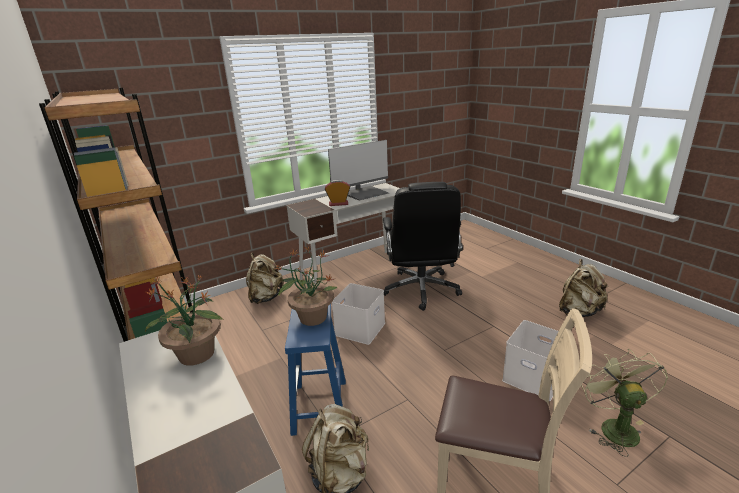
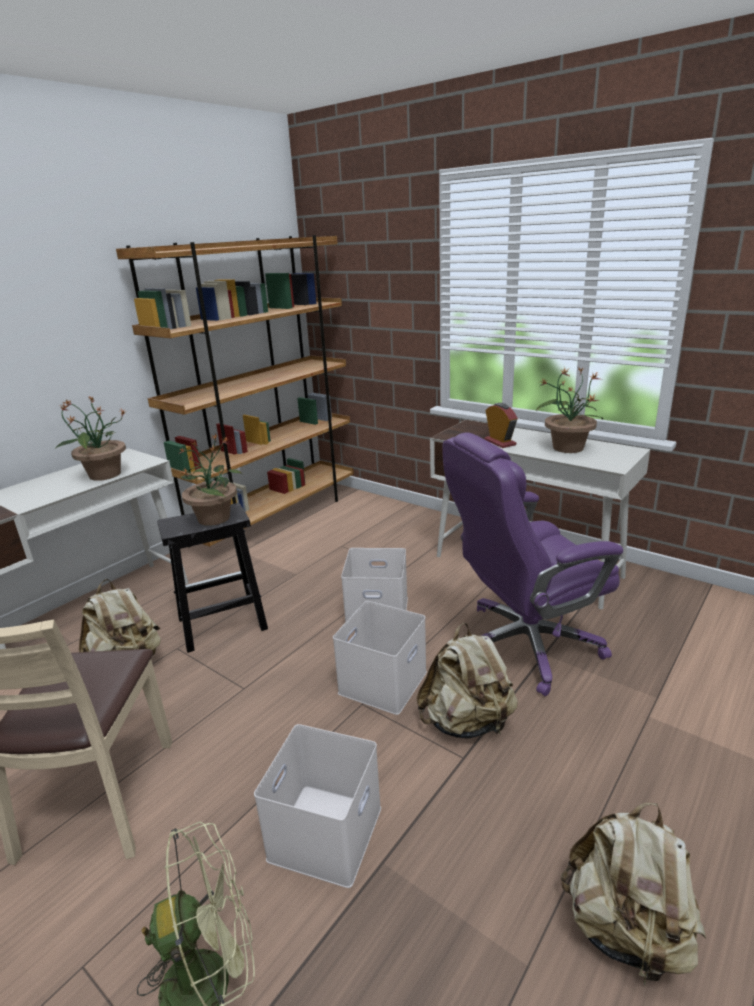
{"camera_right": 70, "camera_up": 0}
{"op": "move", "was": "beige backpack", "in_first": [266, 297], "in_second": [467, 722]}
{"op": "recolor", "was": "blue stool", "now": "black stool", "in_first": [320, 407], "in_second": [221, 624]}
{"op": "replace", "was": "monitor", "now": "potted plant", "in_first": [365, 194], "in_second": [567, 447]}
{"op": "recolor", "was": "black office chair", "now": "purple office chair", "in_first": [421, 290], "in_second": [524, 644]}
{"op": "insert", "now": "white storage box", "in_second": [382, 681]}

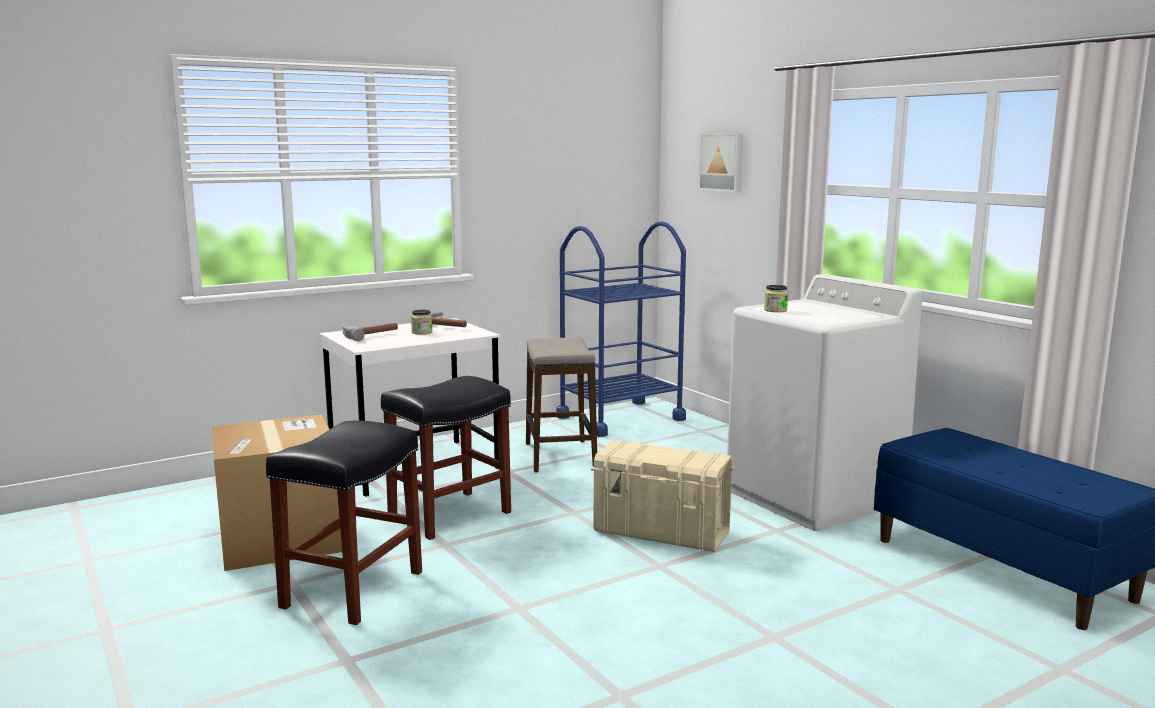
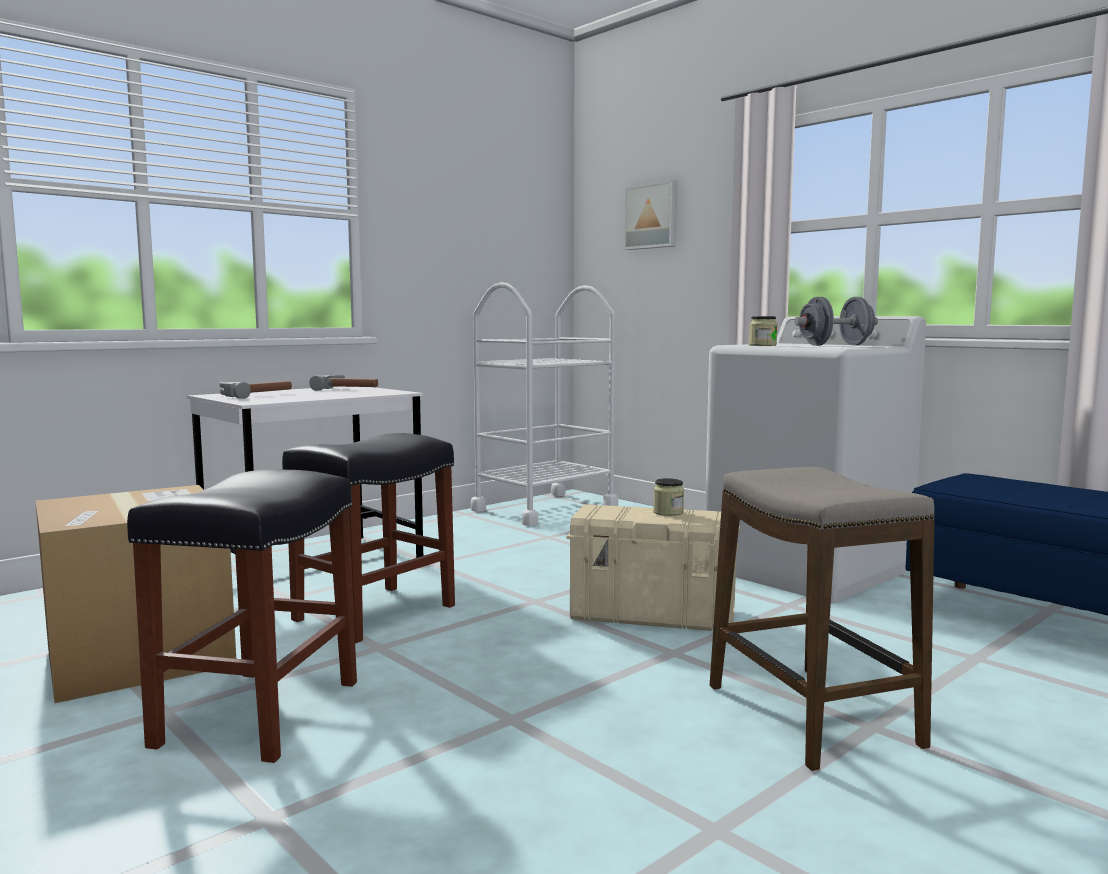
{"camera_right": -10, "camera_up": -5}
{"op": "move", "was": "jar", "in_first": [422, 332], "in_second": [668, 512]}
{"op": "move", "was": "stool", "in_first": [559, 456], "in_second": [810, 716]}
{"op": "recolor", "was": "blue cart", "now": "white cart", "in_first": [620, 418], "in_second": [544, 508]}
{"op": "insert", "now": "grey dumbbell", "in_second": [835, 345]}

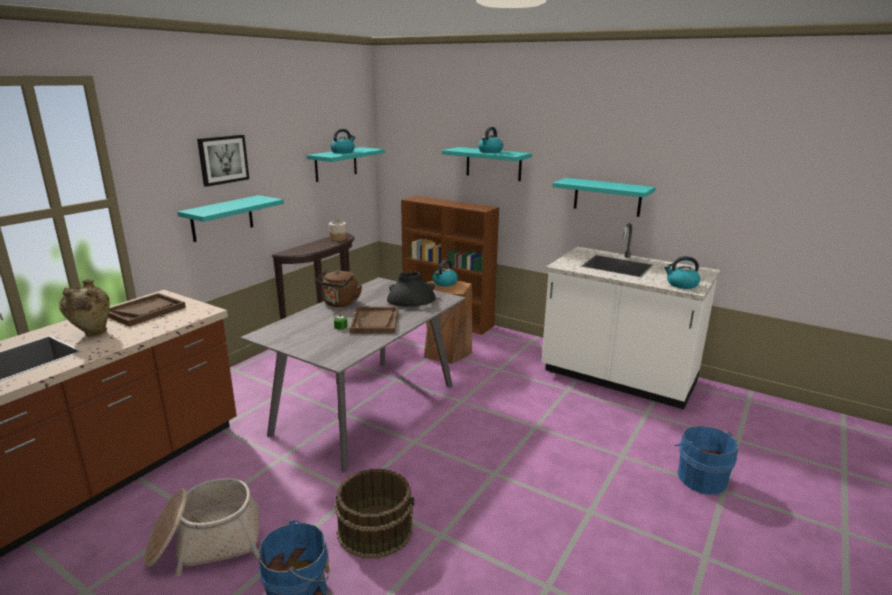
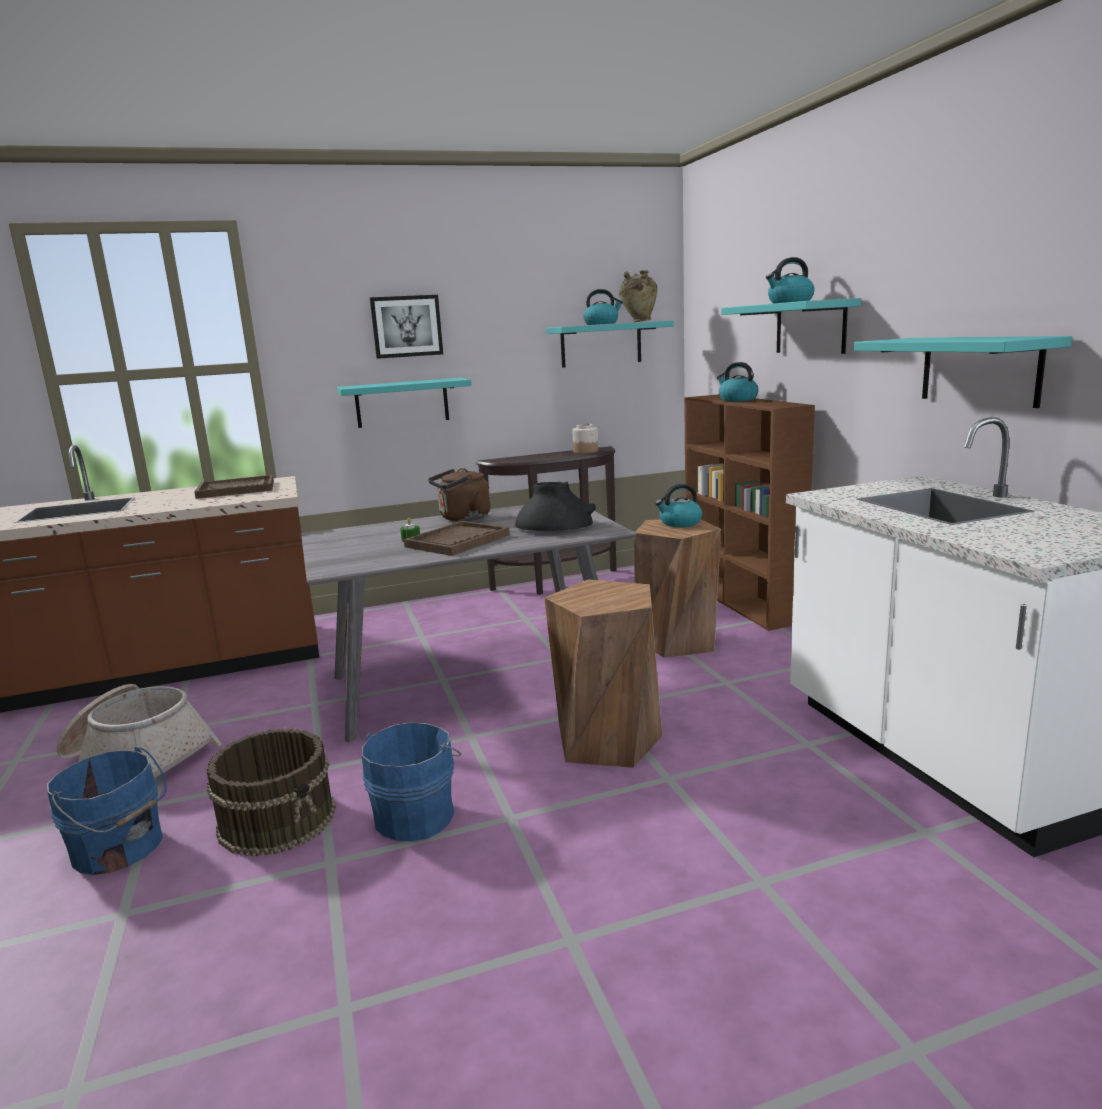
{"camera_right": 40, "camera_up": -5}
{"op": "move", "was": "beige vase", "in_first": [92, 334], "in_second": [639, 322]}
{"op": "move", "was": "kettle", "in_first": [681, 284], "in_second": [737, 399]}
{"op": "move", "was": "blue bucket", "in_first": [700, 478], "in_second": [417, 814]}
{"op": "insert", "now": "brown stool", "in_second": [607, 740]}

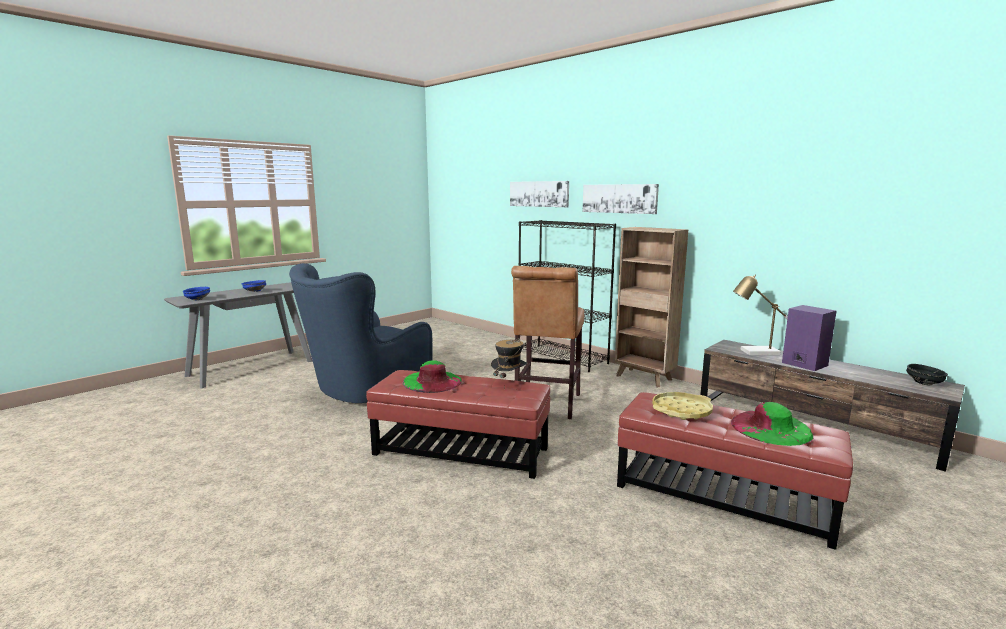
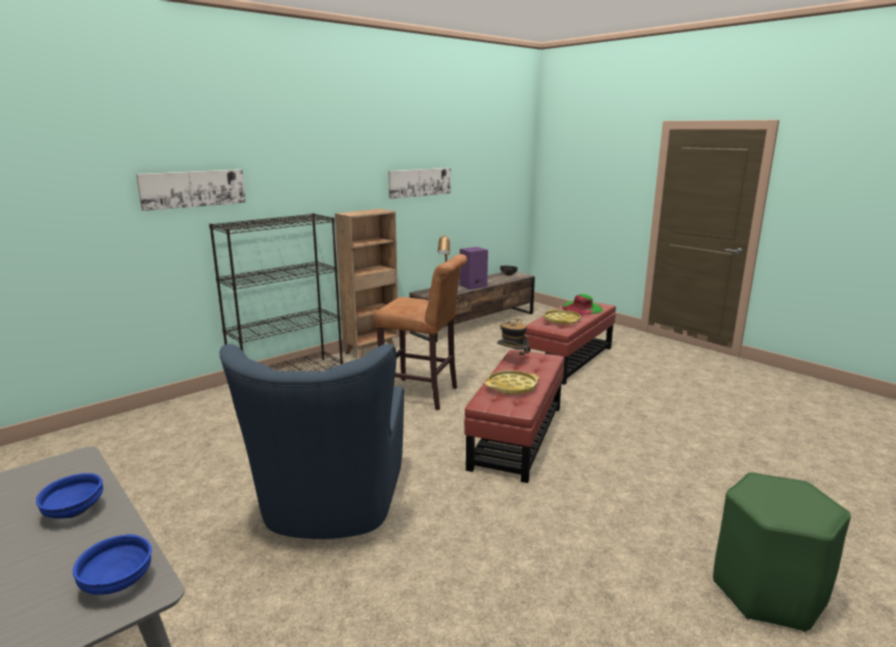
{"camera_right": -85, "camera_up": 5}
{"op": "rotate", "was": "blue armchair", "in_first": [364, 389], "in_second": [330, 507], "clockwise": 45}
{"op": "replace", "was": "green hat", "now": "yellow tray", "in_first": [432, 381], "in_second": [512, 387]}
{"op": "move", "was": "picture", "in_first": [619, 198], "in_second": [419, 182]}
{"op": "insert", "now": "green stool", "in_second": [768, 593]}

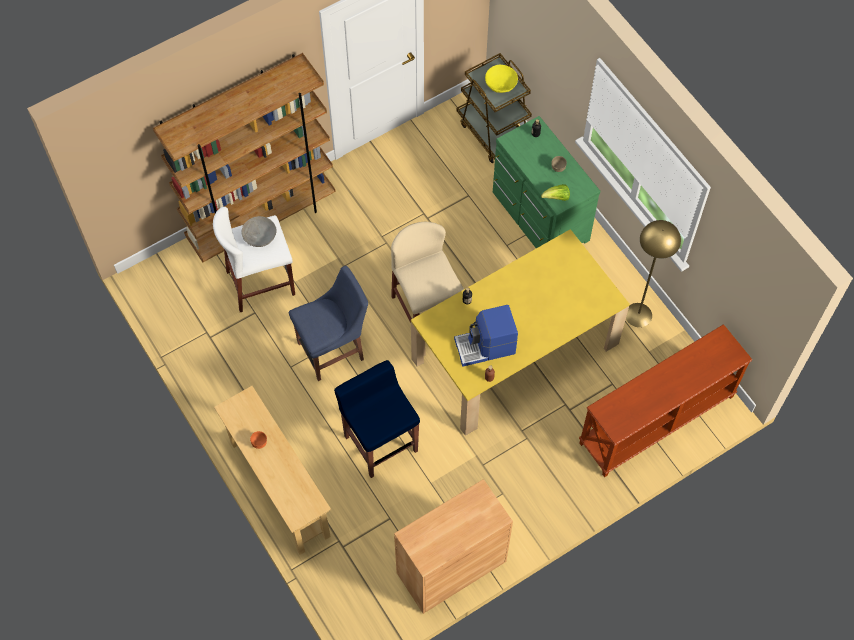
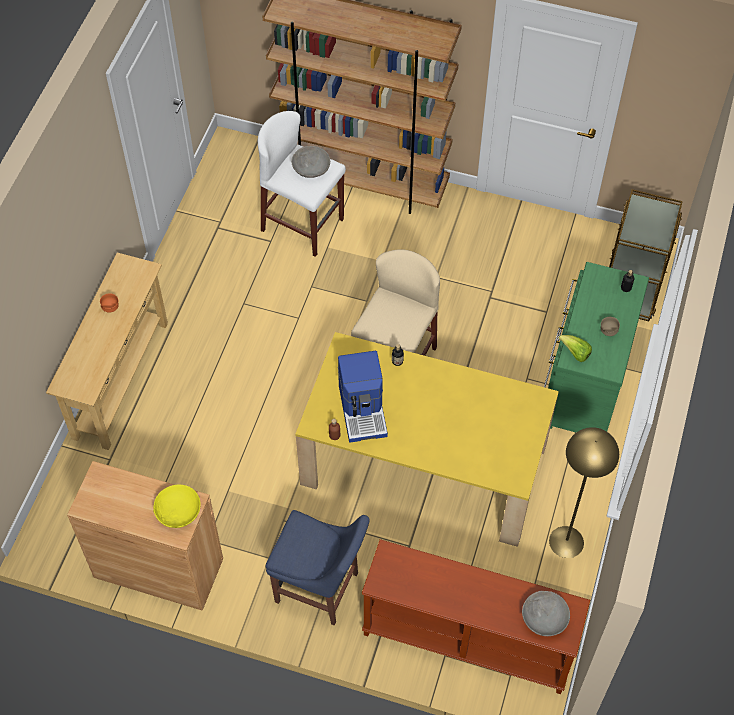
{"camera_right": 50, "camera_up": -5}
{"op": "move", "was": "blue chair", "in_first": [334, 350], "in_second": [320, 589]}
{"op": "delete", "was": "blue stool", "in_first": [380, 442]}
{"op": "rotate", "was": "coffee machine", "in_first": [485, 347], "in_second": [363, 410], "clockwise": -135}
{"op": "move", "was": "yellow bowl", "in_first": [501, 84], "in_second": [178, 512]}
{"op": "insert", "now": "grey bowl", "in_second": [544, 618]}

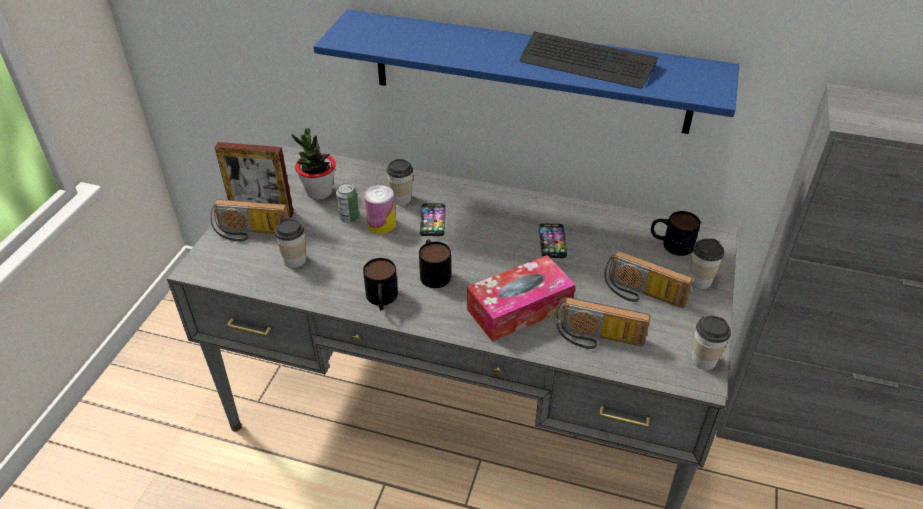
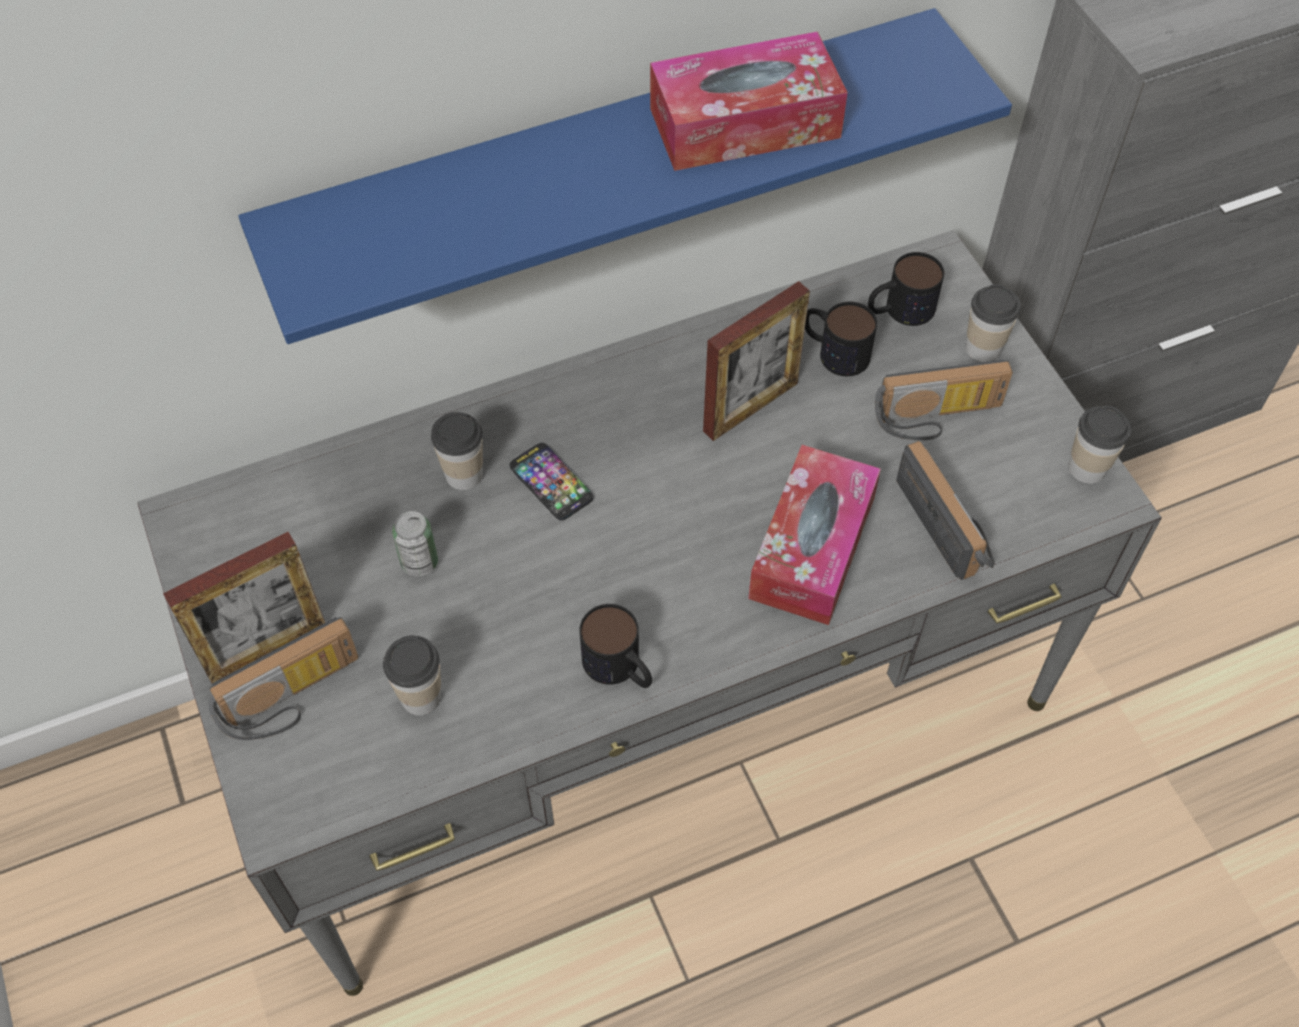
{"camera_right": -40, "camera_up": 15}
{"op": "delete", "was": "potted plant", "in_first": [319, 192]}
{"op": "delete", "was": "can", "in_first": [381, 224]}
{"op": "move", "was": "mug", "in_first": [433, 272], "in_second": [834, 351]}
{"op": "replace", "was": "keyboard", "now": "tissue box", "in_first": [587, 63], "in_second": [744, 123]}
{"op": "replace", "was": "phone", "now": "picture frame", "in_first": [552, 241], "in_second": [750, 407]}
{"op": "rotate", "was": "radio", "in_first": [598, 339], "in_second": [949, 525], "clockwise": -90}

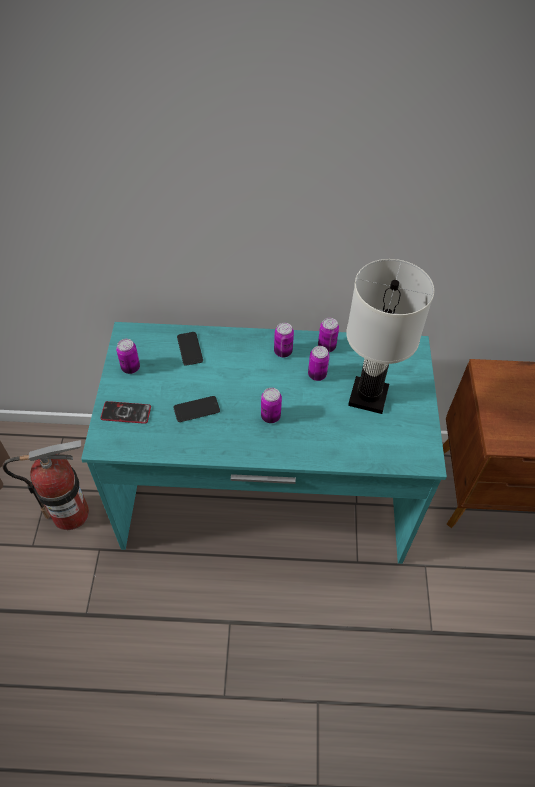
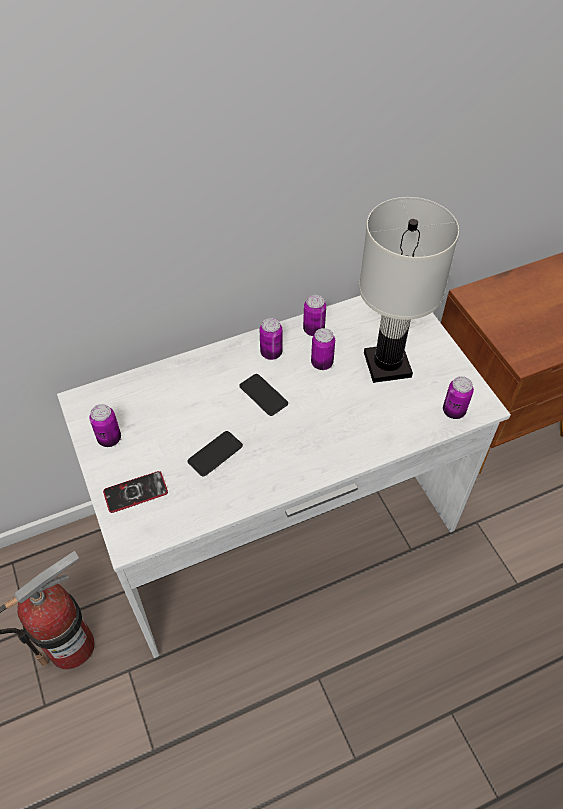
{"camera_right": -25, "camera_up": 0}
{"op": "recolor", "was": "turquoise desk", "now": "white desk", "in_first": [264, 497], "in_second": [281, 527]}
{"op": "move", "was": "phone", "in_first": [190, 349], "in_second": [263, 395]}
{"op": "move", "was": "can", "in_first": [270, 416], "in_second": [453, 411]}

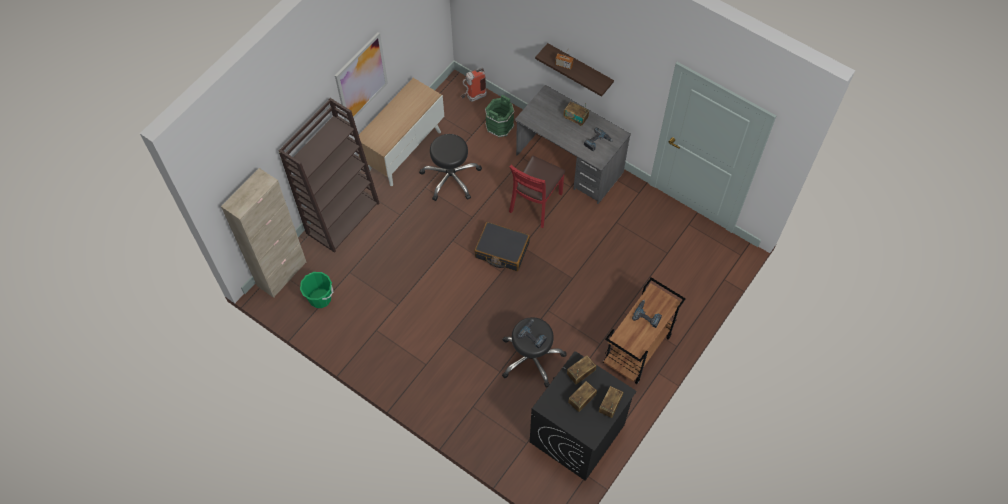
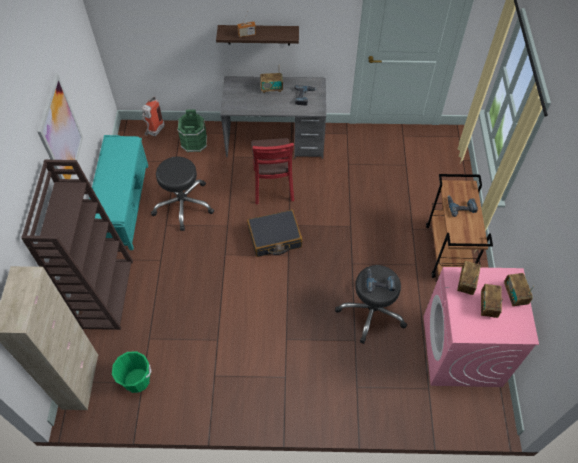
{"camera_right": -35, "camera_up": -5}
{"op": "replace", "was": "cabinet", "now": "turquoise bench", "in_first": [404, 150], "in_second": [123, 205]}
{"op": "recolor", "was": "black washing machine", "now": "pink washing machine", "in_first": [577, 434], "in_second": [462, 351]}

